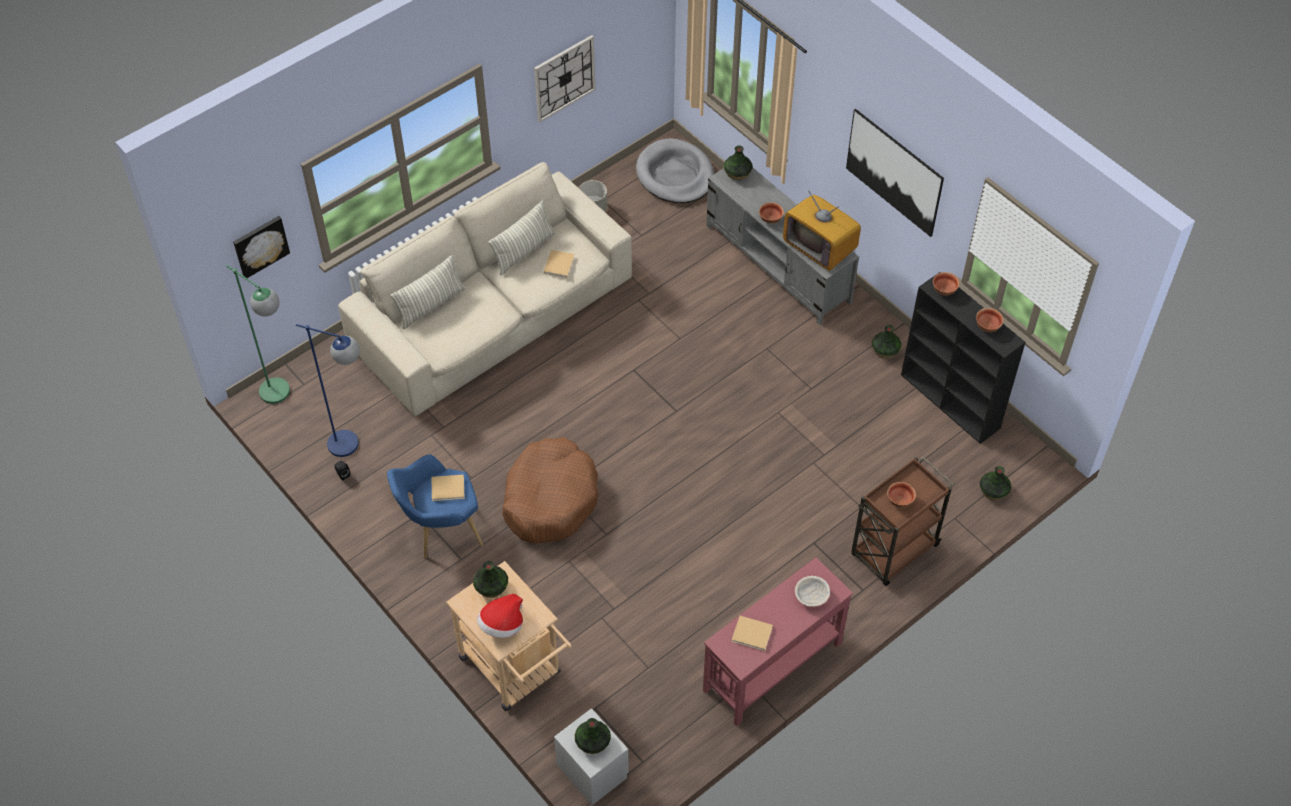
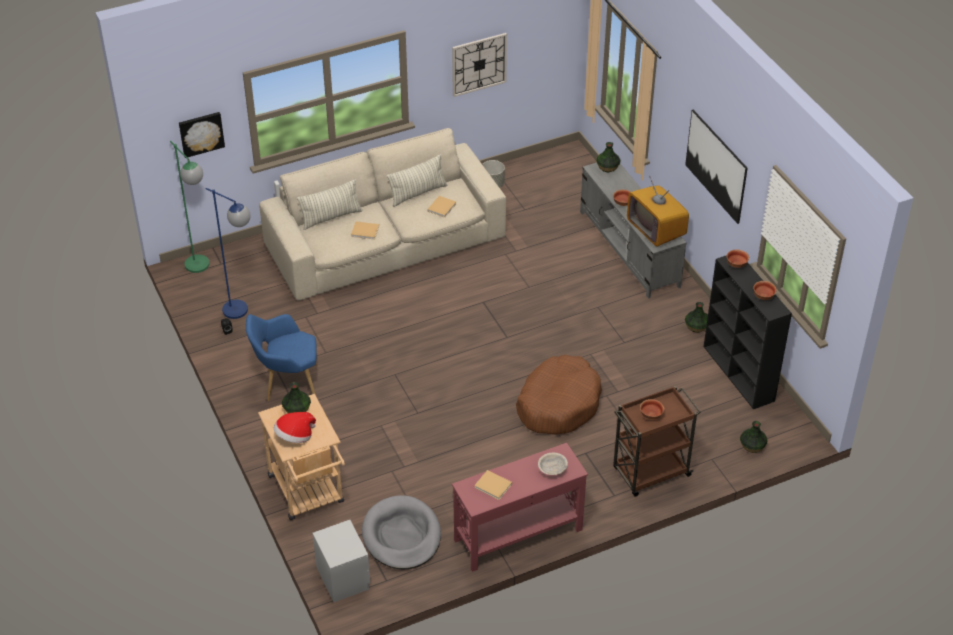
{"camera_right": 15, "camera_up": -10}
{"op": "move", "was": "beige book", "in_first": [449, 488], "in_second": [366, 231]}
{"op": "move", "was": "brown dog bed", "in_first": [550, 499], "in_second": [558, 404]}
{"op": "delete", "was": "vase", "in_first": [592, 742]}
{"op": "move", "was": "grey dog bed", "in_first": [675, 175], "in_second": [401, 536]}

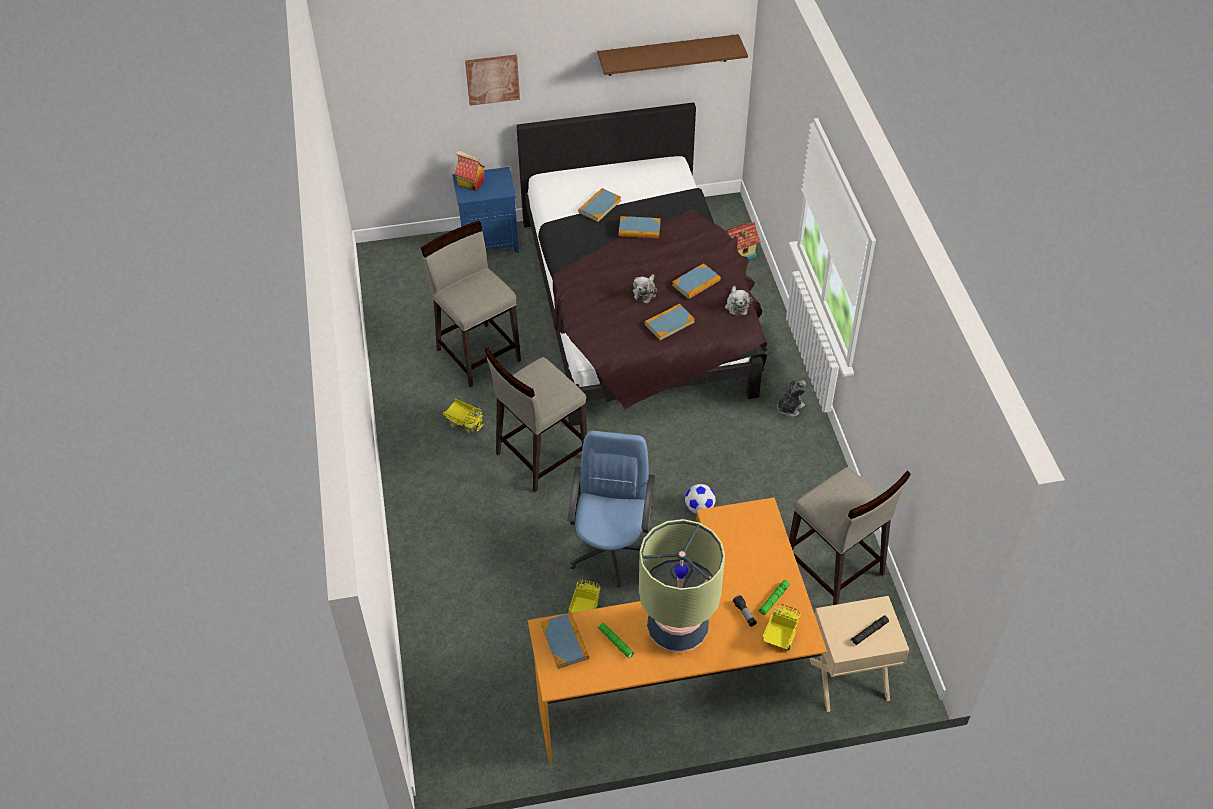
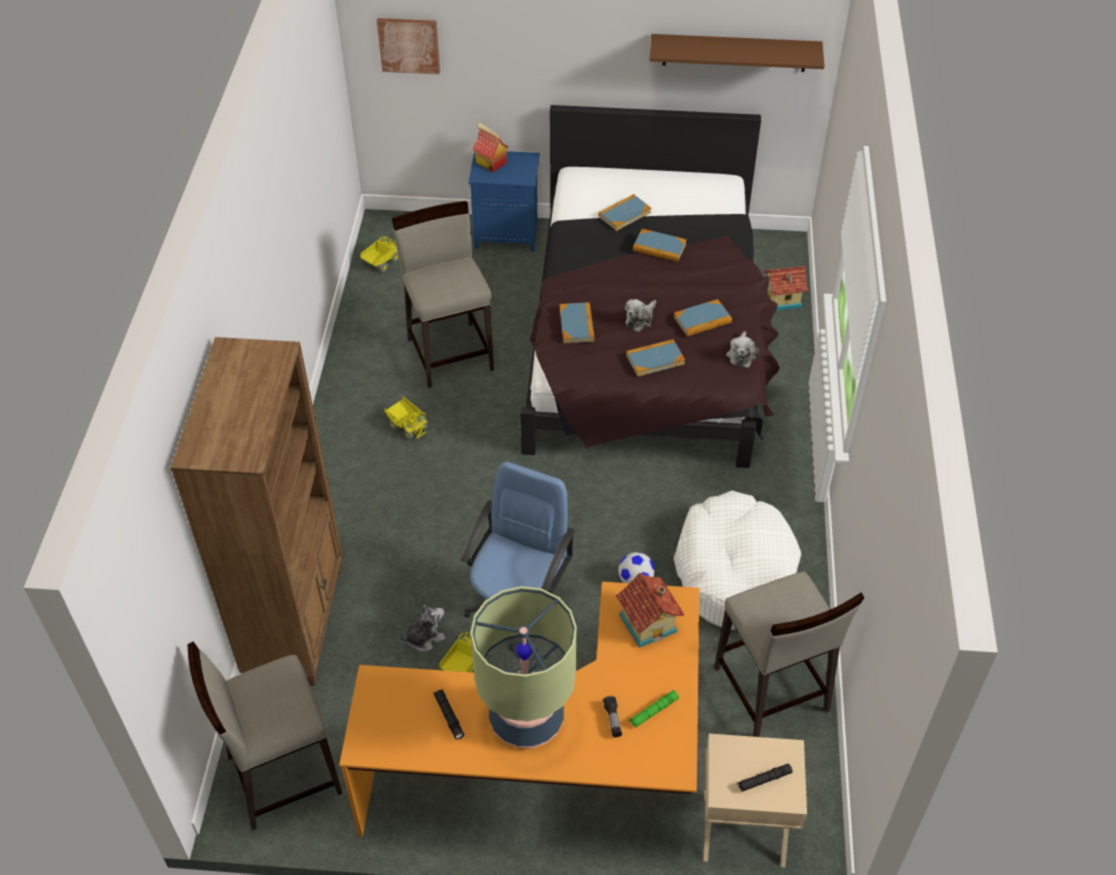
{"camera_right": 15, "camera_up": 0}
{"op": "move", "was": "picture", "in_first": [492, 79], "in_second": [409, 45]}
{"op": "move", "was": "beige stool", "in_first": [540, 455], "in_second": [282, 774]}
{"op": "move", "was": "book", "in_first": [565, 642], "in_second": [577, 325]}
{"op": "recolor", "was": "green flashlight", "now": "black flashlight", "in_first": [615, 642], "in_second": [448, 716]}
{"op": "move", "was": "toy truck", "in_first": [779, 636], "in_second": [381, 262]}
{"op": "move", "was": "plush toy", "in_first": [789, 408], "in_second": [424, 637]}
{"op": "insert", "now": "brown bookcase", "in_second": [296, 621]}
{"op": "insert", "now": "toy house", "in_second": [649, 622]}
{"op": "insert", "now": "white dog bed", "in_second": [734, 571]}

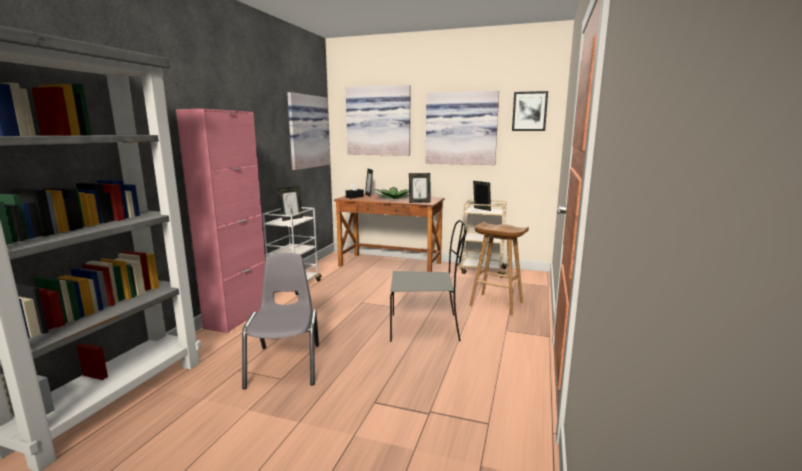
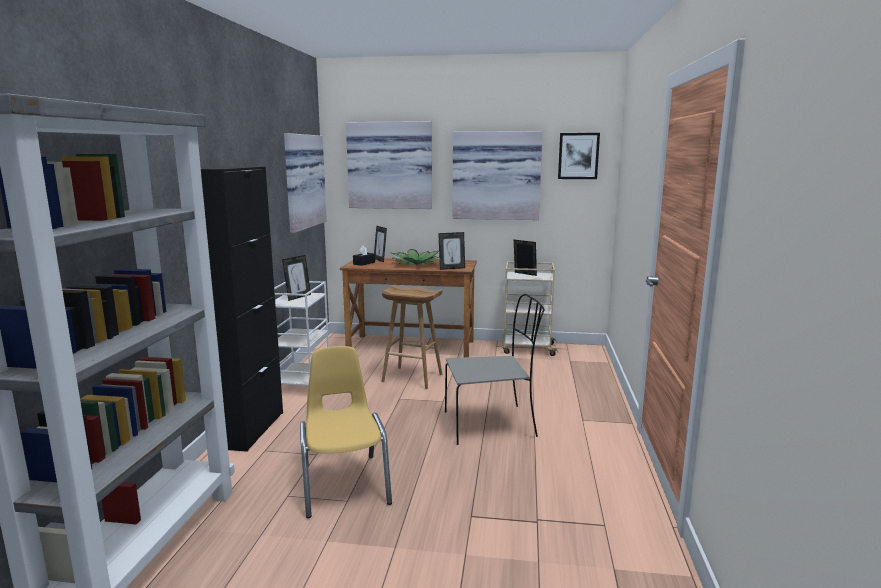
{"camera_right": -10, "camera_up": 0}
{"op": "recolor", "was": "pink cabinet", "now": "black cabinet", "in_first": [238, 317], "in_second": [249, 429]}
{"op": "recolor", "was": "grey chair", "now": "yellow chair", "in_first": [286, 365], "in_second": [344, 484]}
{"op": "move", "was": "brown stool", "in_first": [495, 304], "in_second": [411, 378]}

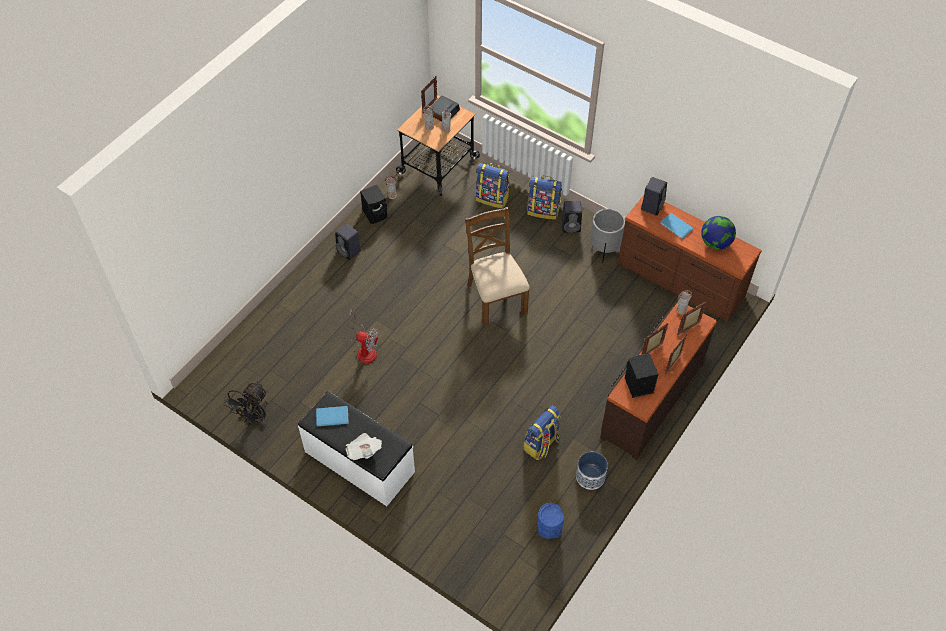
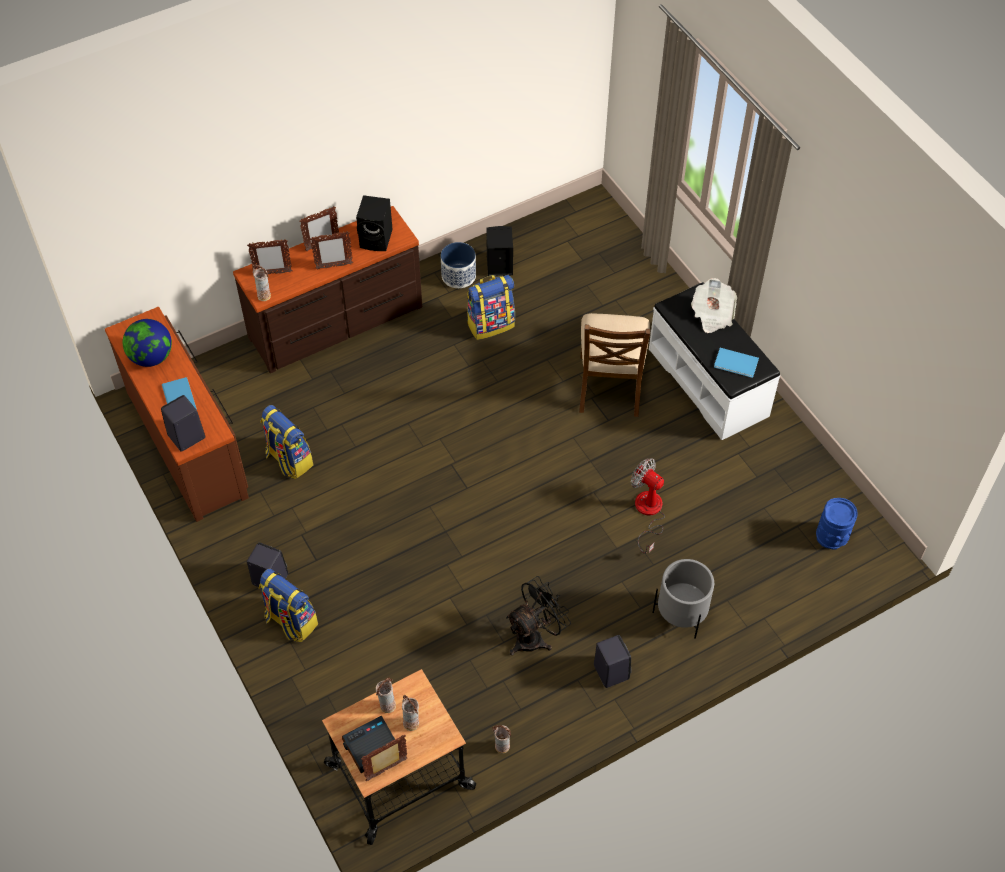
{"camera_right": -155, "camera_up": 0}
{"op": "move", "was": "black fan", "in_first": [254, 419], "in_second": [535, 636]}
{"op": "move", "was": "black speaker", "in_first": [376, 214], "in_second": [498, 265]}
{"op": "move", "was": "brown chair", "in_first": [495, 298], "in_second": [610, 385]}
{"op": "move", "was": "backpack", "in_first": [492, 198], "in_second": [288, 460]}
{"op": "move", "was": "blue vase", "in_first": [548, 530], "in_second": [832, 536]}
{"op": "move", "was": "grey planter", "in_first": [604, 248], "in_second": [681, 614]}

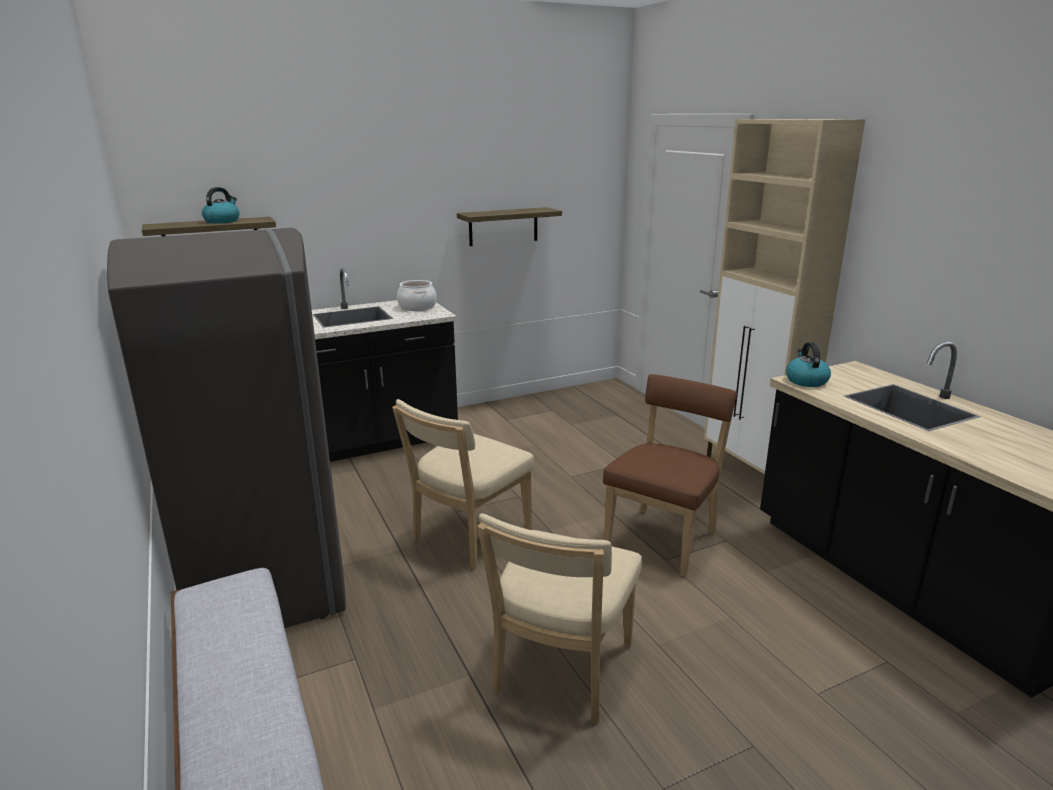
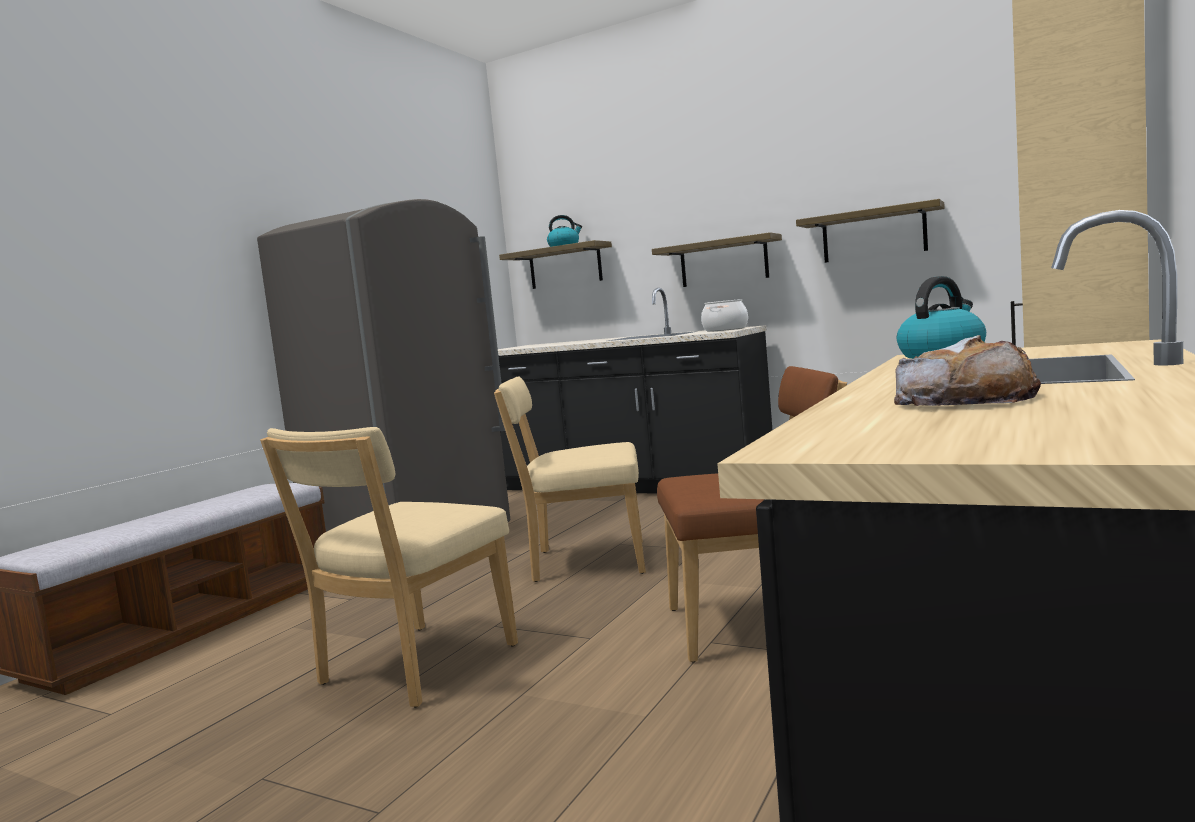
{"camera_right": 55, "camera_up": -15}
{"op": "rotate", "was": "beige chair", "in_first": [560, 672], "in_second": [411, 668], "clockwise": -45}
{"op": "insert", "now": "shelf", "in_second": [723, 262]}
{"op": "insert", "now": "bread", "in_second": [964, 400]}

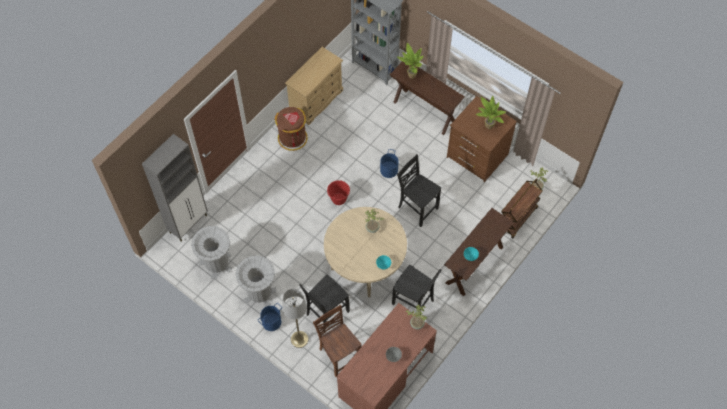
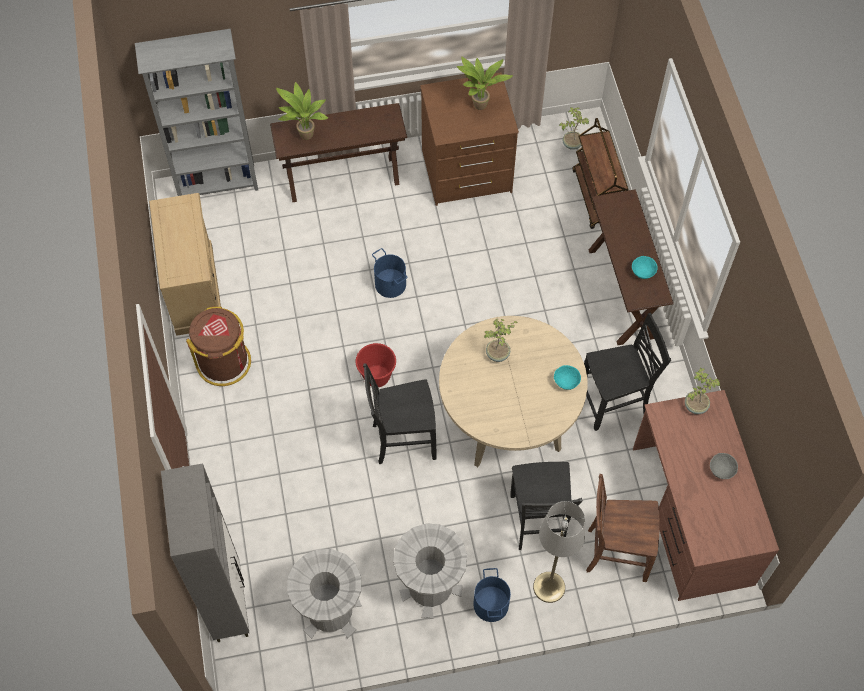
{"camera_right": -50, "camera_up": 0}
{"op": "move", "was": "black chair", "in_first": [417, 208], "in_second": [402, 440]}

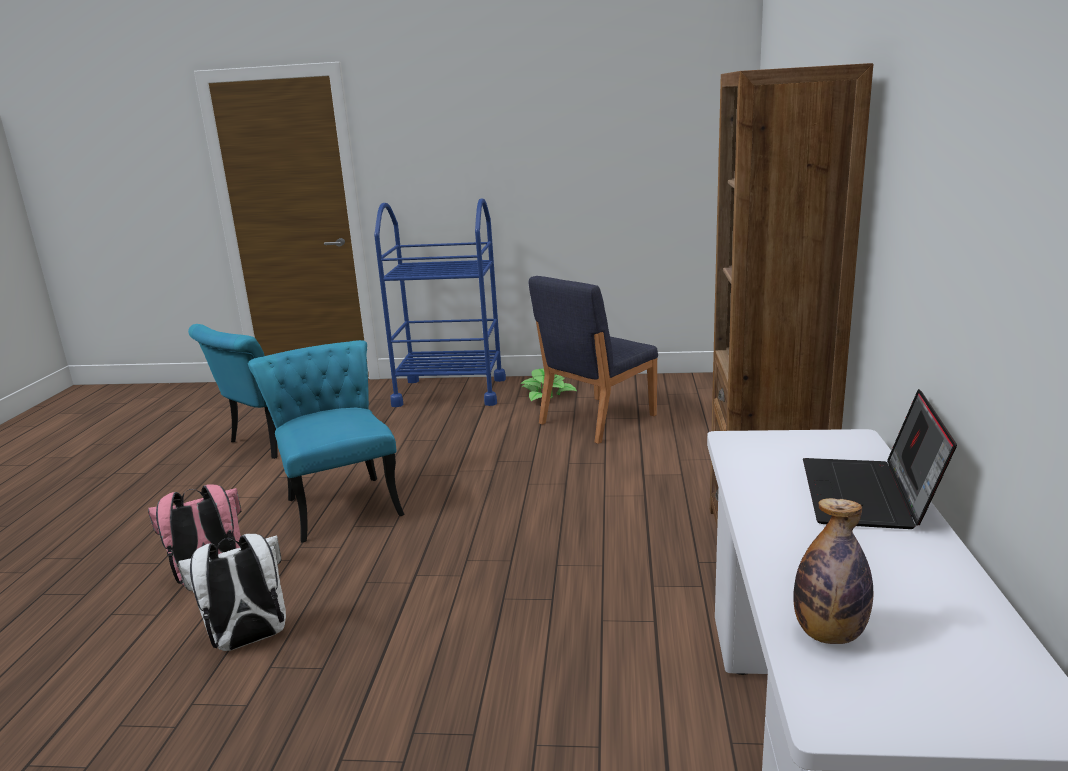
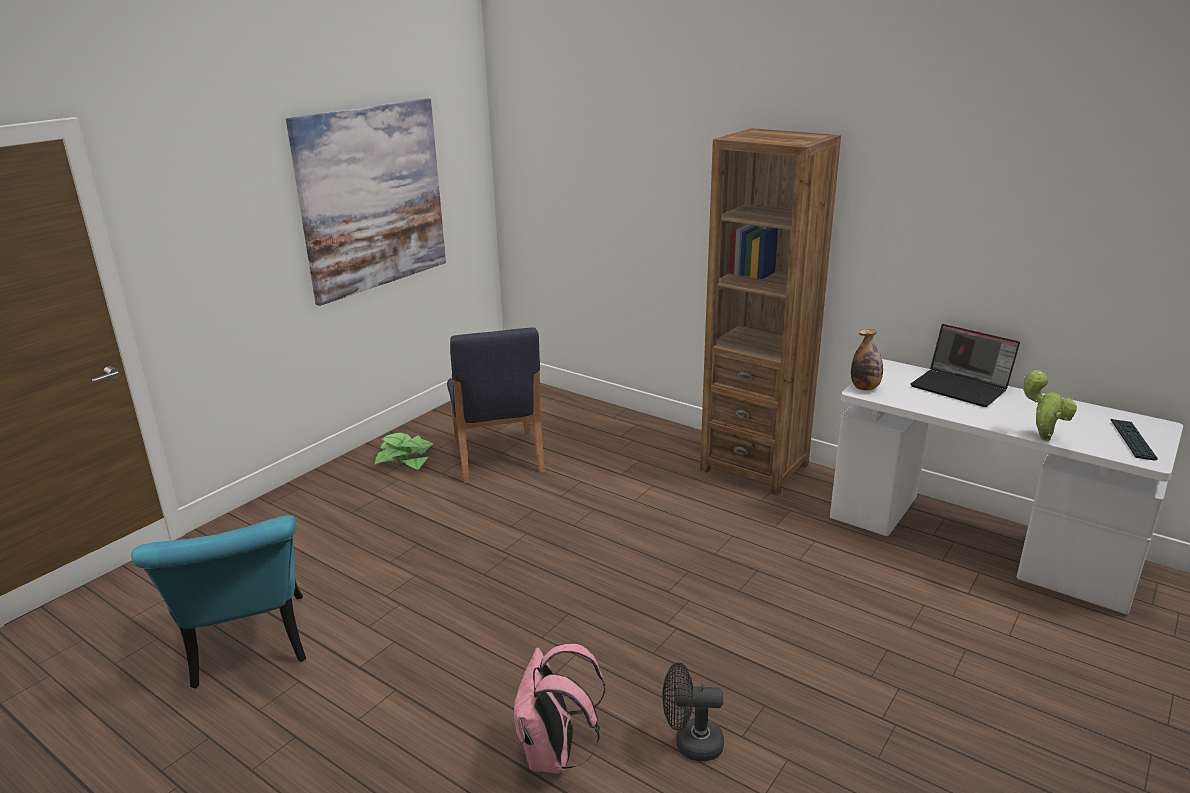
{"camera_right": -60, "camera_up": 5}
{"op": "replace", "was": "white backpack", "now": "black fan", "in_first": [248, 640], "in_second": [690, 743]}
{"op": "delete", "was": "turquoise chair", "in_first": [339, 502]}
{"op": "delete", "was": "blue cart", "in_first": [450, 392]}
{"op": "move", "was": "bottle", "in_first": [829, 634], "in_second": [865, 388]}
{"op": "insert", "now": "picture", "in_second": [372, 198]}
{"op": "insert", "now": "potted plant", "in_second": [1041, 437]}
{"op": "insert", "now": "keyboard", "in_second": [1132, 440]}

